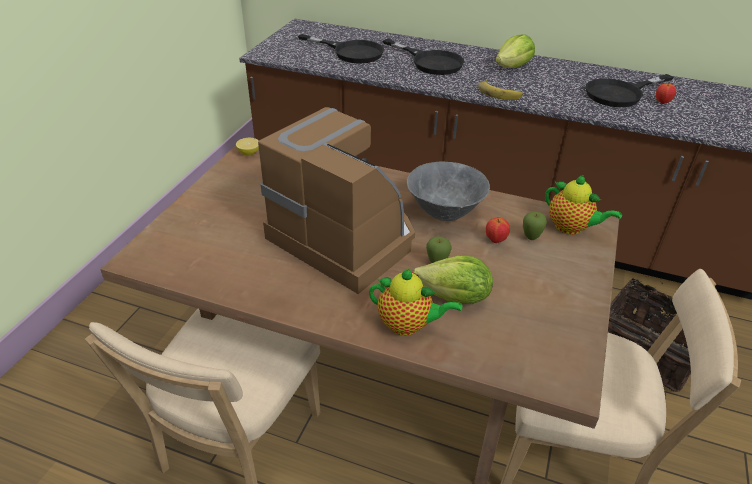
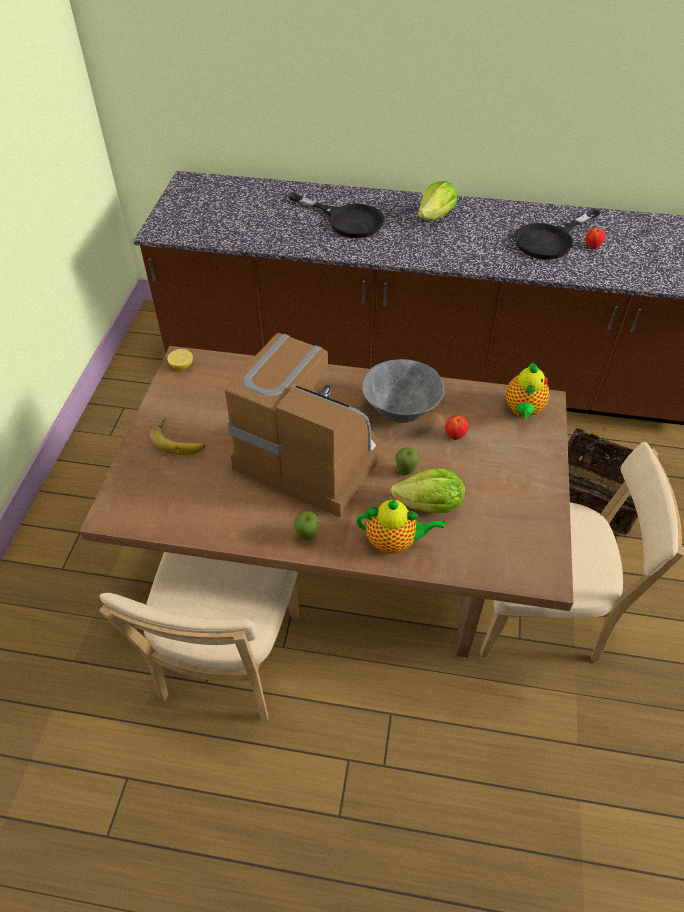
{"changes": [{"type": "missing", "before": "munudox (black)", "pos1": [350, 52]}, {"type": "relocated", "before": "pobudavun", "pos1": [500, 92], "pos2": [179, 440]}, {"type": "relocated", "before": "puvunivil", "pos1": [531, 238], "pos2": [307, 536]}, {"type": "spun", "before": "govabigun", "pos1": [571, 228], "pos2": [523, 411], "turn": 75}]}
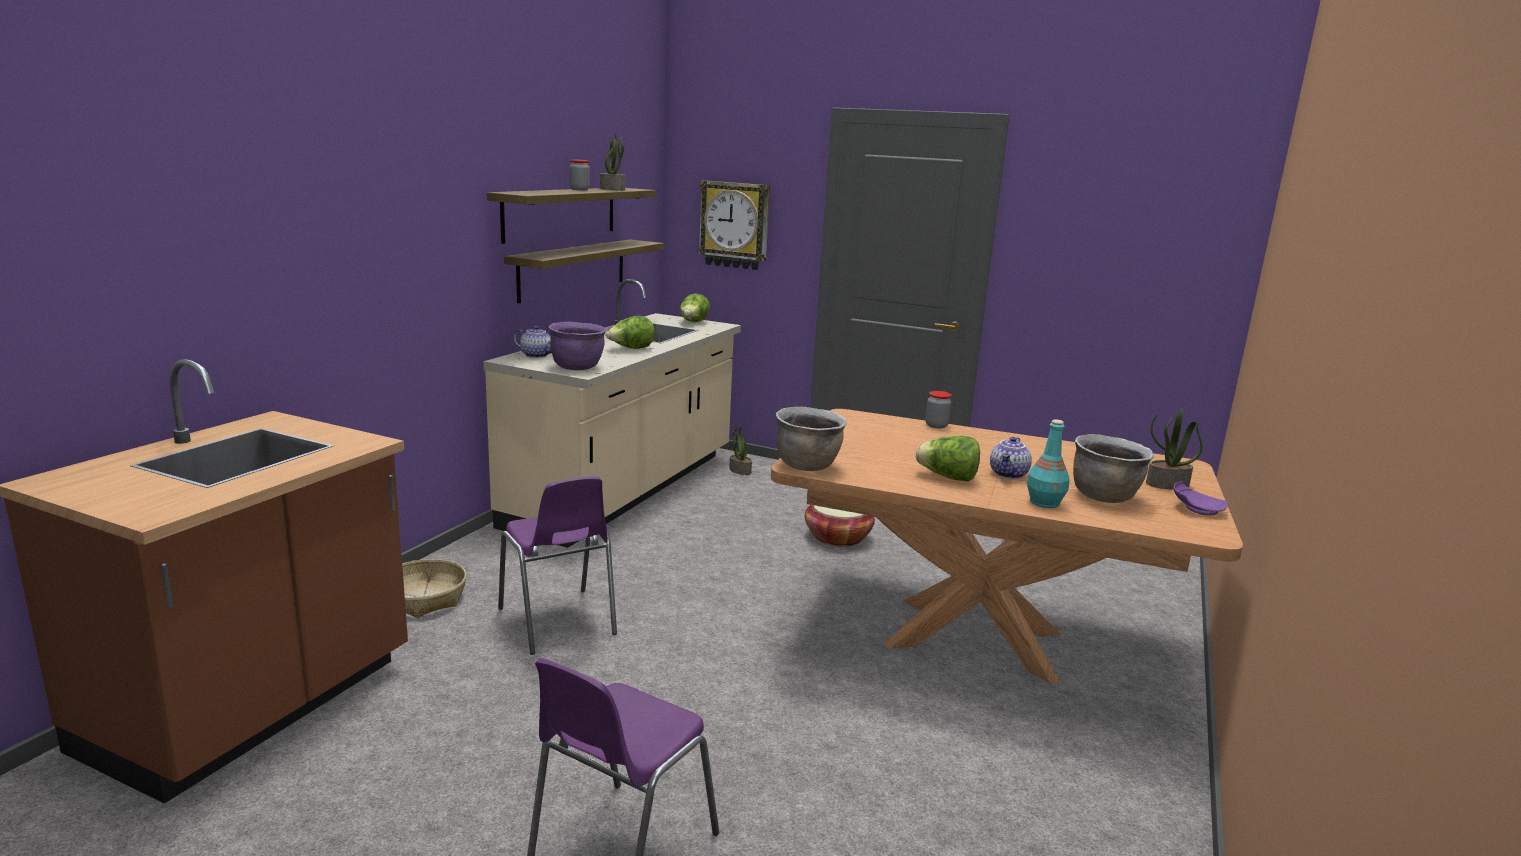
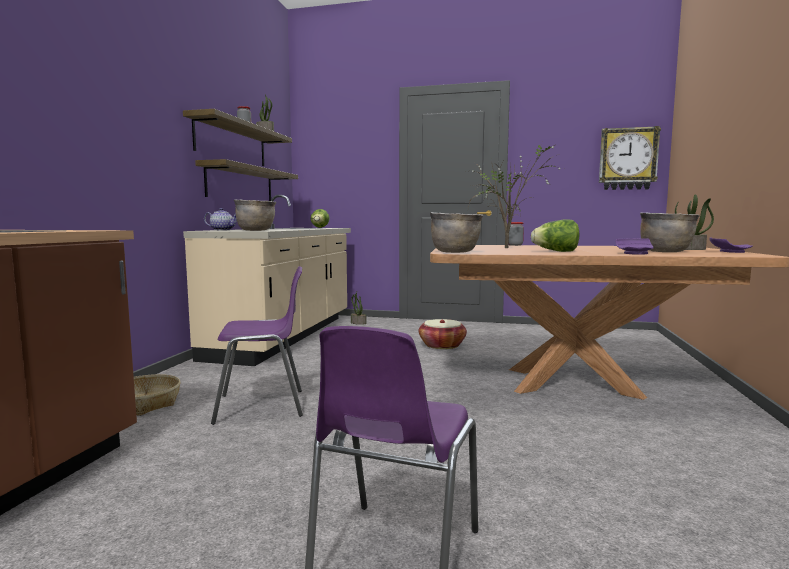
{"changes": [{"type": "spun", "before": "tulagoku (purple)", "pos1": [558, 623], "pos2": [263, 406], "turn": -60}, {"type": "colour", "before": "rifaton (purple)", "after": "rifaton (brown)", "pos1": [577, 367], "pos2": [256, 230]}, {"type": "missing", "before": "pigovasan", "pos1": [631, 349]}, {"type": "relocated", "before": "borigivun", "pos1": [735, 225], "pos2": [628, 159]}, {"type": "missing", "before": "govabigun", "pos1": [1009, 475]}, {"type": "exchanged", "before": "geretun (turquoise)", "after": "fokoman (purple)", "pos1": [1045, 502], "pos2": [635, 253]}, {"type": "appeared", "after": "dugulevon", "pos2": [510, 248]}]}
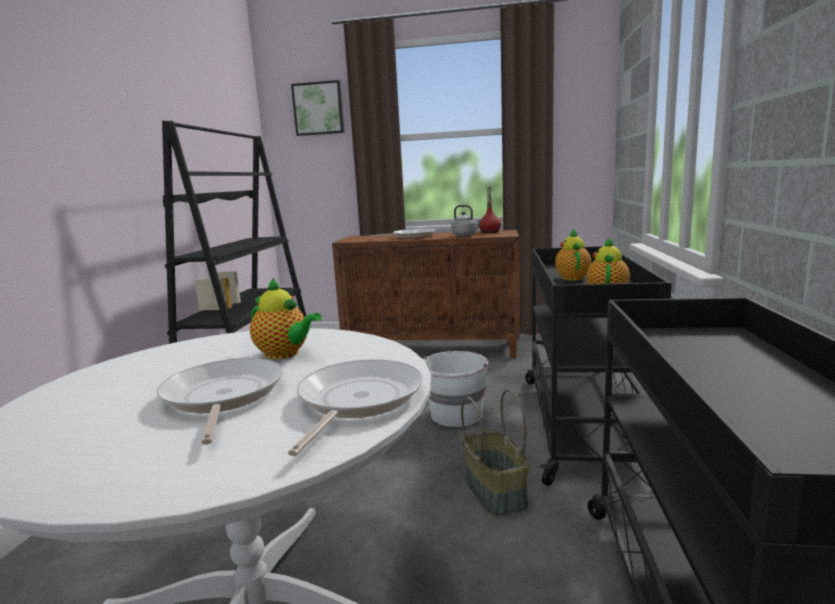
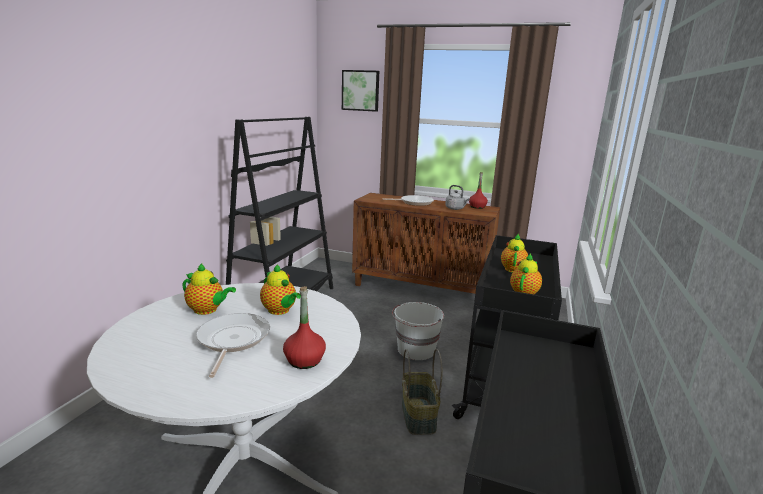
{"changes": [{"type": "exchanged", "before": "munudox", "after": "geretun (red)", "pos1": [357, 400], "pos2": [304, 360]}, {"type": "appeared", "after": "govabigun", "pos2": [207, 310]}]}
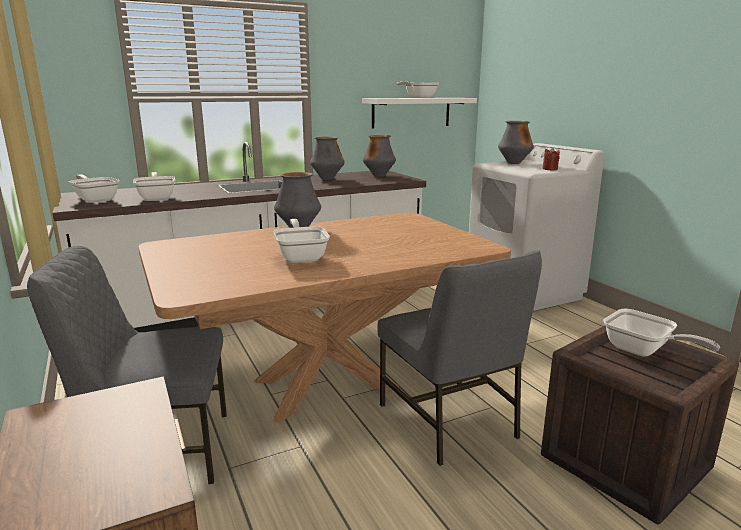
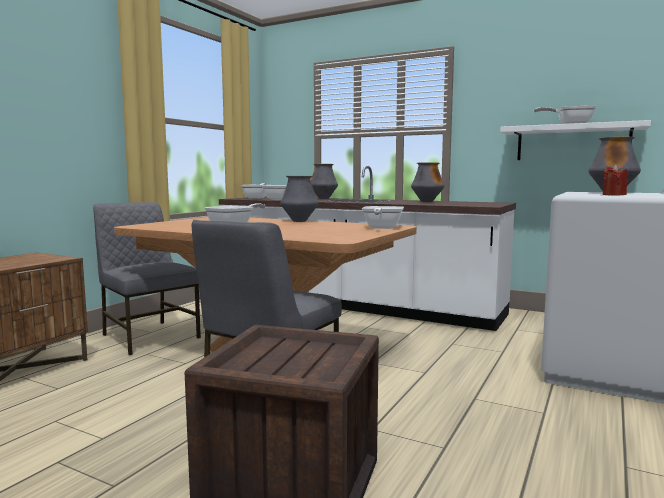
{"changes": [{"type": "relocated", "before": "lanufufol", "pos1": [379, 175], "pos2": [323, 198]}, {"type": "relocated", "before": "munudox", "pos1": [643, 351], "pos2": [381, 228]}]}
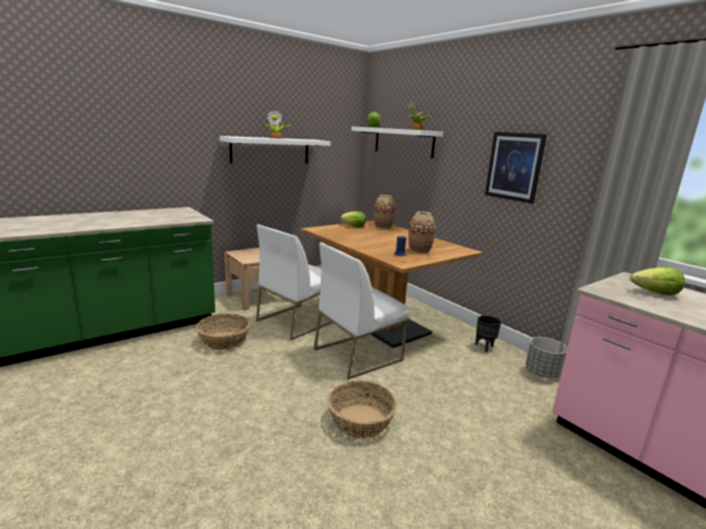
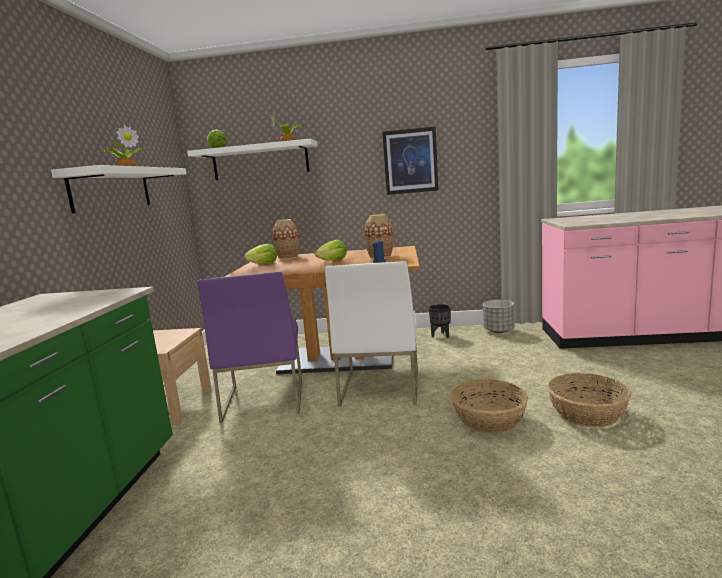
{"changes": [{"type": "relocated", "before": "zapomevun", "pos1": [224, 340], "pos2": [586, 413]}, {"type": "colour", "before": "tulagoku (white)", "after": "tulagoku (purple)", "pos1": [296, 321], "pos2": [263, 399]}, {"type": "relocated", "before": "pigovasan", "pos1": [655, 293], "pos2": [333, 261]}]}
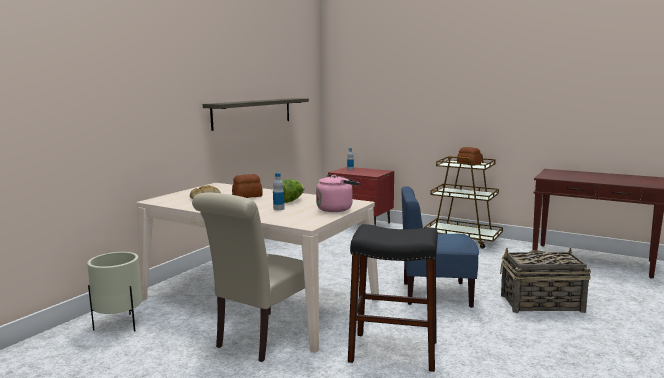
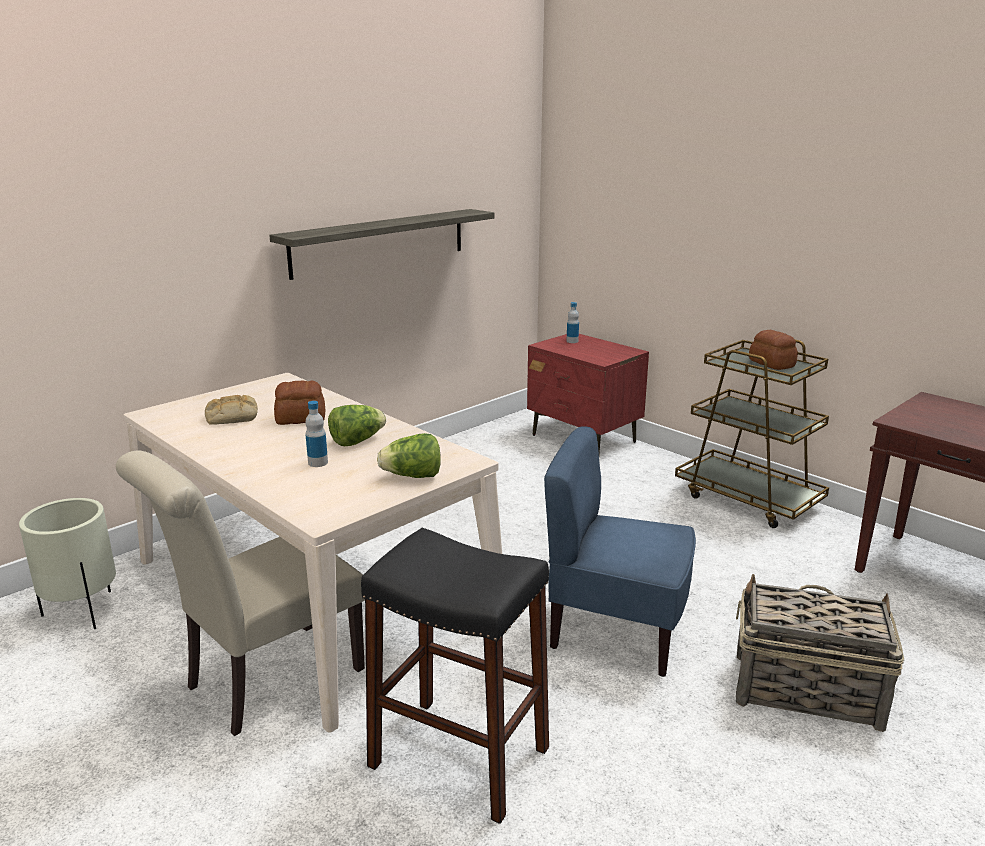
{"changes": [{"type": "exchanged", "before": "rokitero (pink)", "after": "pigovasan", "pos1": [336, 209], "pos2": [412, 476]}]}
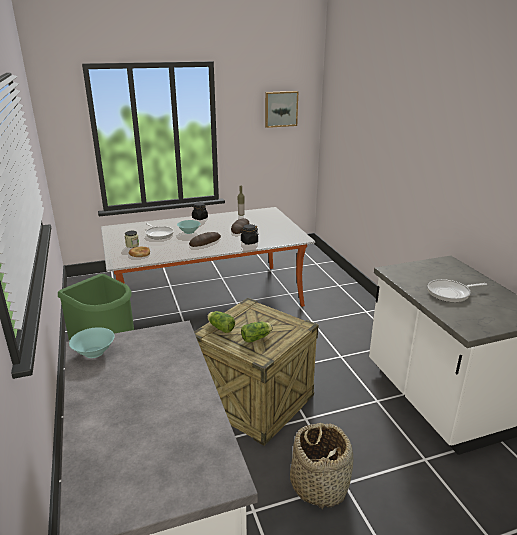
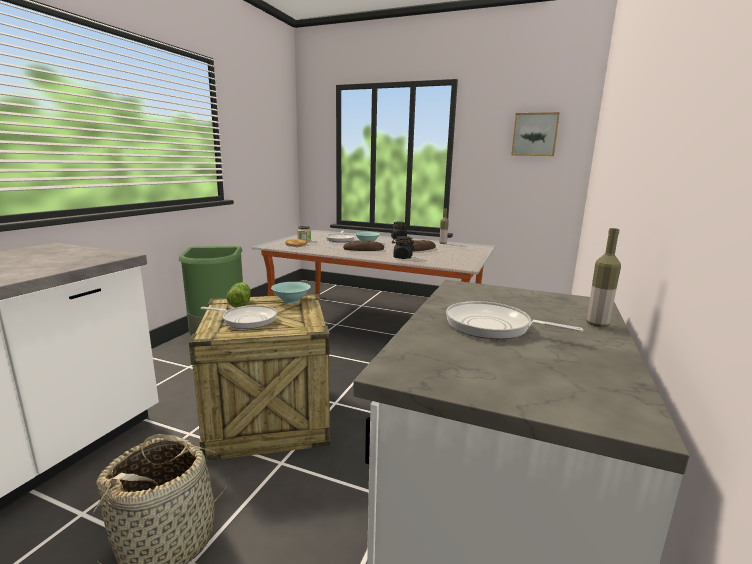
{"changes": [{"type": "relocated", "before": "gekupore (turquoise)", "pos1": [94, 352], "pos2": [291, 300]}, {"type": "exchanged", "before": "pigovasan", "after": "munudox", "pos1": [257, 338], "pos2": [247, 320]}, {"type": "appeared", "after": "geretun", "pos2": [597, 324]}]}
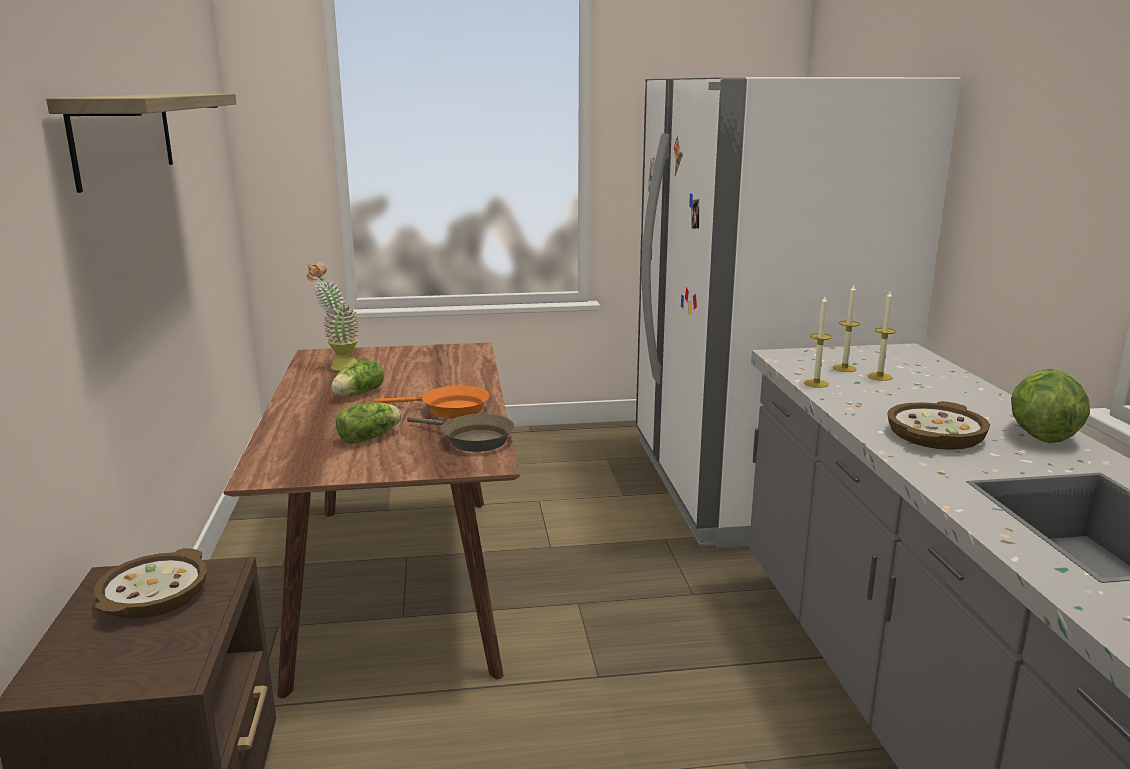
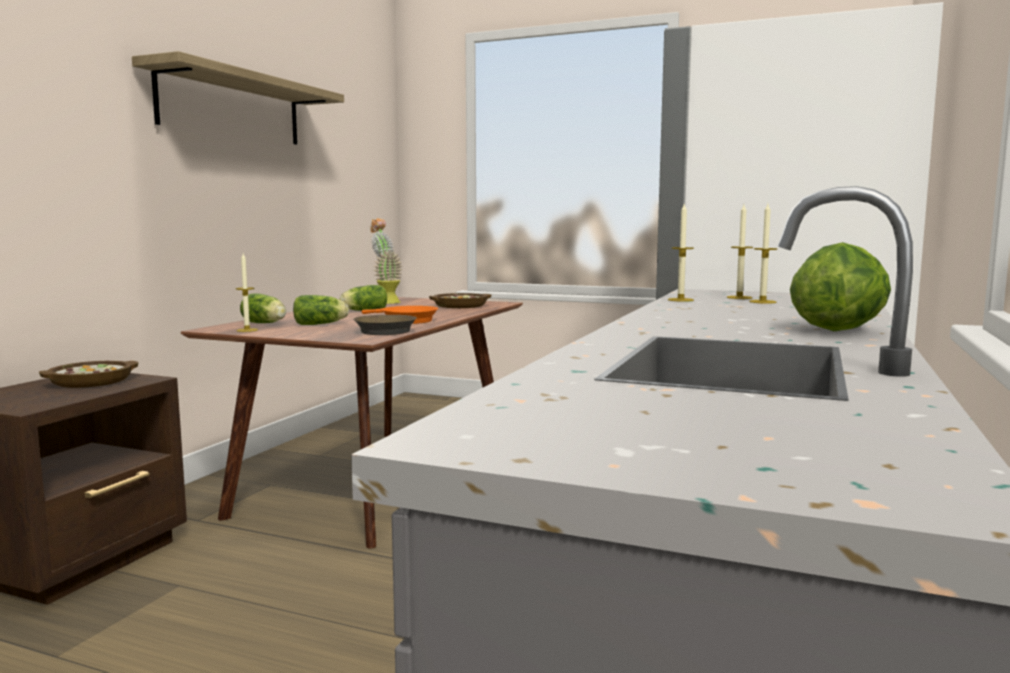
{"changes": [{"type": "relocated", "before": "gekupore", "pos1": [934, 435], "pos2": [460, 306]}, {"type": "appeared", "after": "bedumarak", "pos2": [247, 330]}, {"type": "appeared", "after": "pigovasan", "pos2": [265, 323]}]}
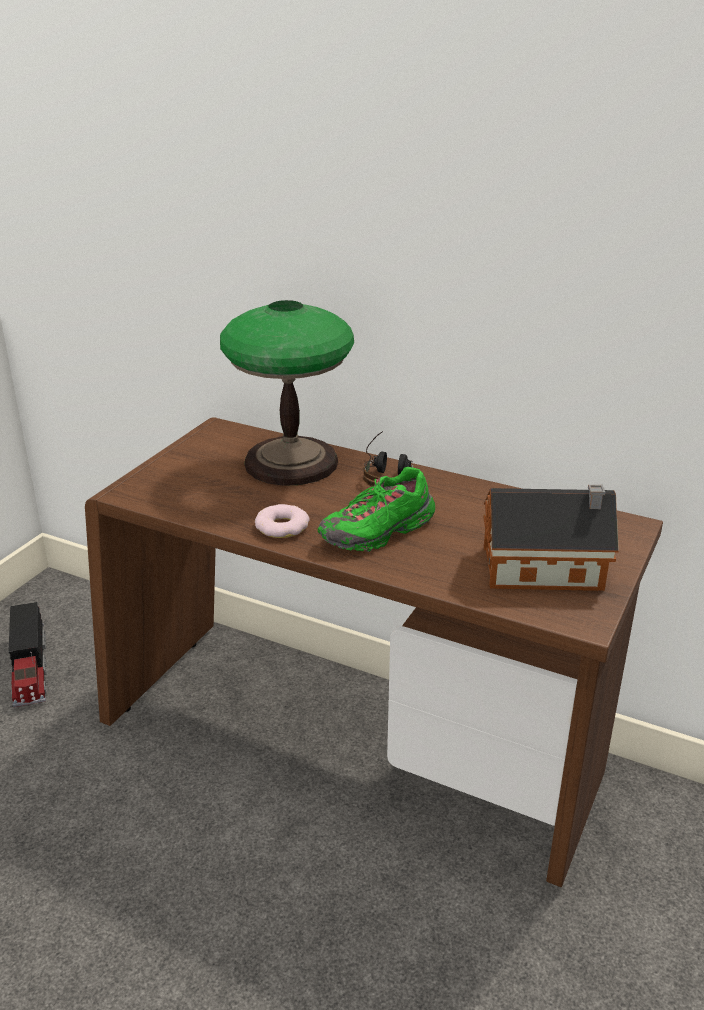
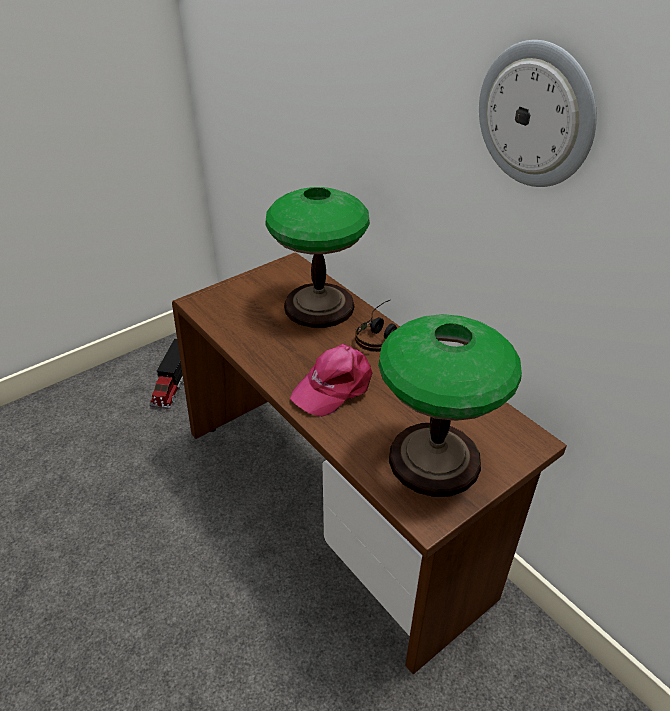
{"changes": [{"type": "missing", "before": "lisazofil", "pos1": [282, 526]}, {"type": "exchanged", "before": "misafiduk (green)", "after": "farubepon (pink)", "pos1": [378, 533], "pos2": [334, 386]}, {"type": "exchanged", "before": "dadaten", "after": "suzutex", "pos1": [548, 569], "pos2": [434, 460]}, {"type": "appeared", "after": "borigivun", "pos2": [536, 115]}]}
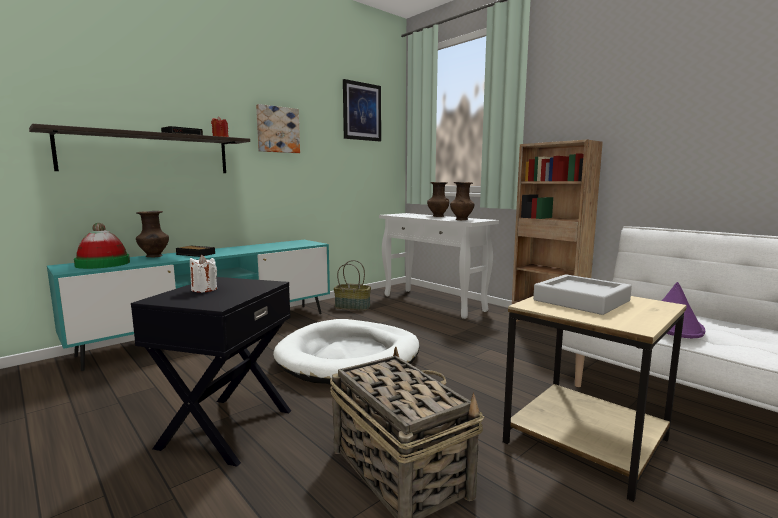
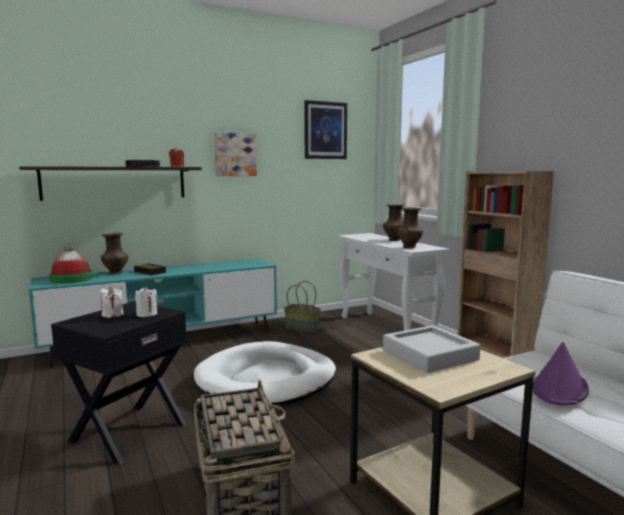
{"changes": [{"type": "appeared", "after": "bedumarak (white)", "pos2": [147, 314]}]}
